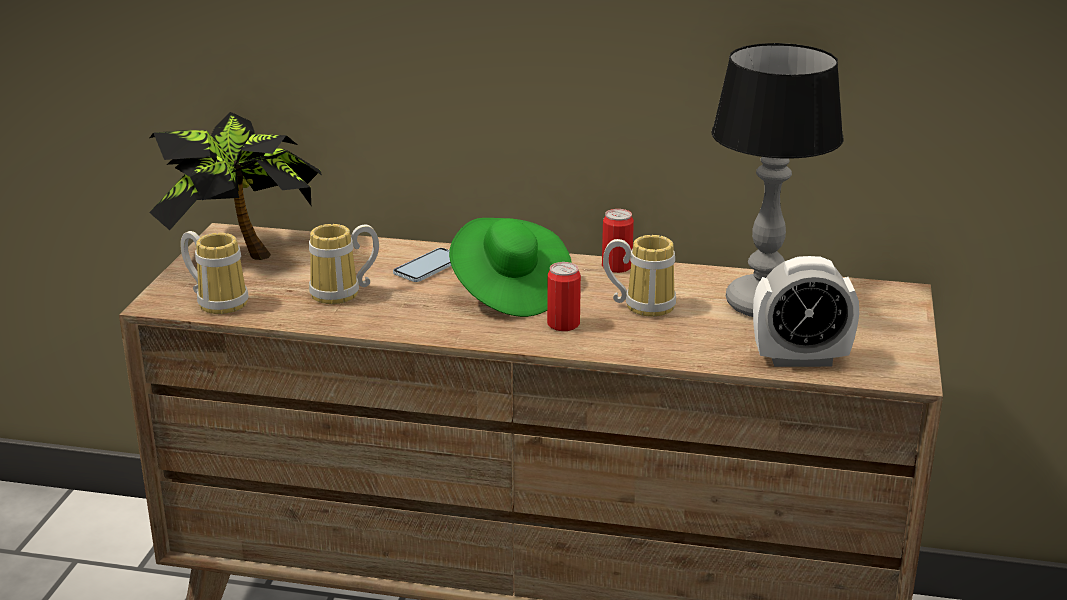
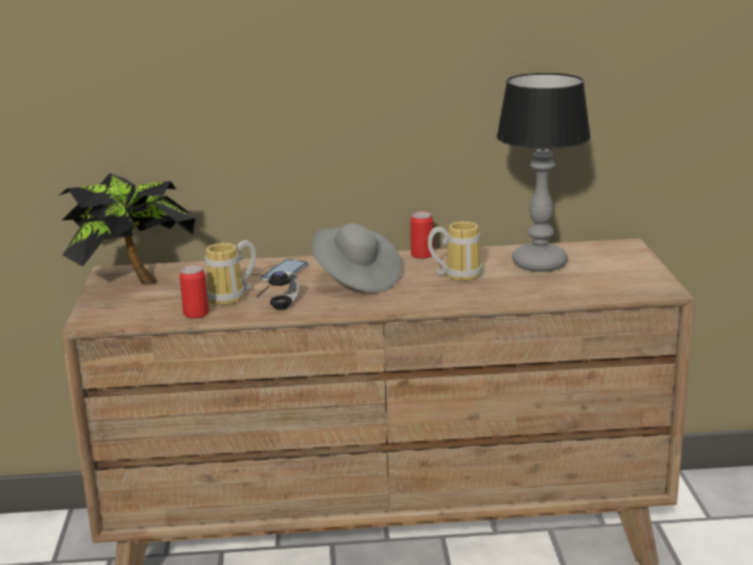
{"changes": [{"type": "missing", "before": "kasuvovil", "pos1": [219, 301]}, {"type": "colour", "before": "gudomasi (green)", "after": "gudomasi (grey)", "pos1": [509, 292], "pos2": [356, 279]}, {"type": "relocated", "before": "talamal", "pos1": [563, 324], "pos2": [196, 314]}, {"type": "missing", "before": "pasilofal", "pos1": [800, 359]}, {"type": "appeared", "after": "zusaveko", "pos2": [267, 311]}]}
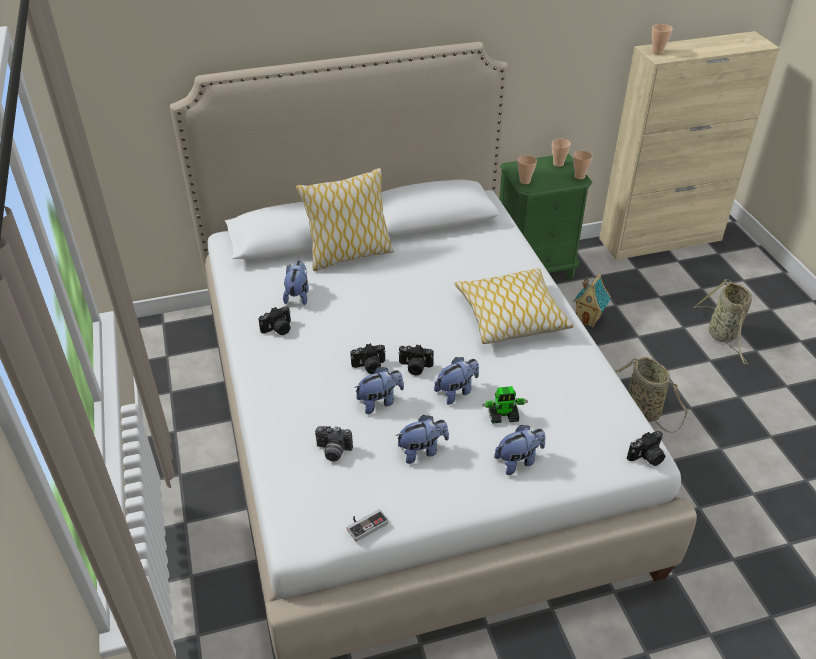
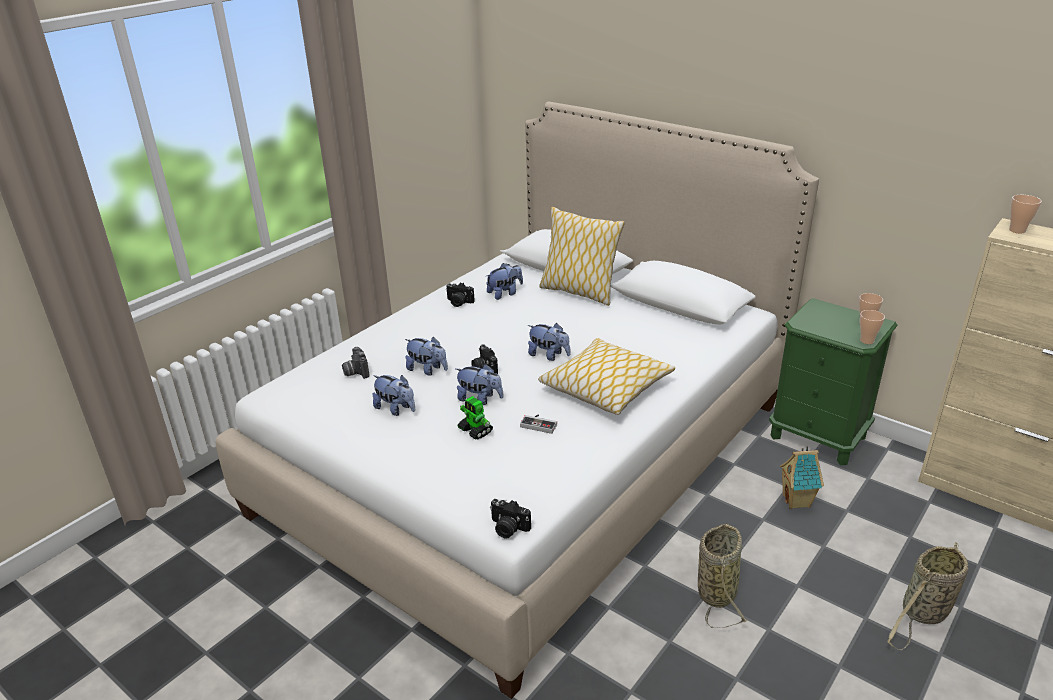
{"changes": [{"type": "relocated", "before": "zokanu", "pos1": [365, 524], "pos2": [539, 424]}, {"type": "missing", "before": "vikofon", "pos1": [369, 367]}, {"type": "relocated", "before": "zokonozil", "pos1": [518, 461], "pos2": [549, 355]}, {"type": "missing", "before": "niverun", "pos1": [524, 181]}]}
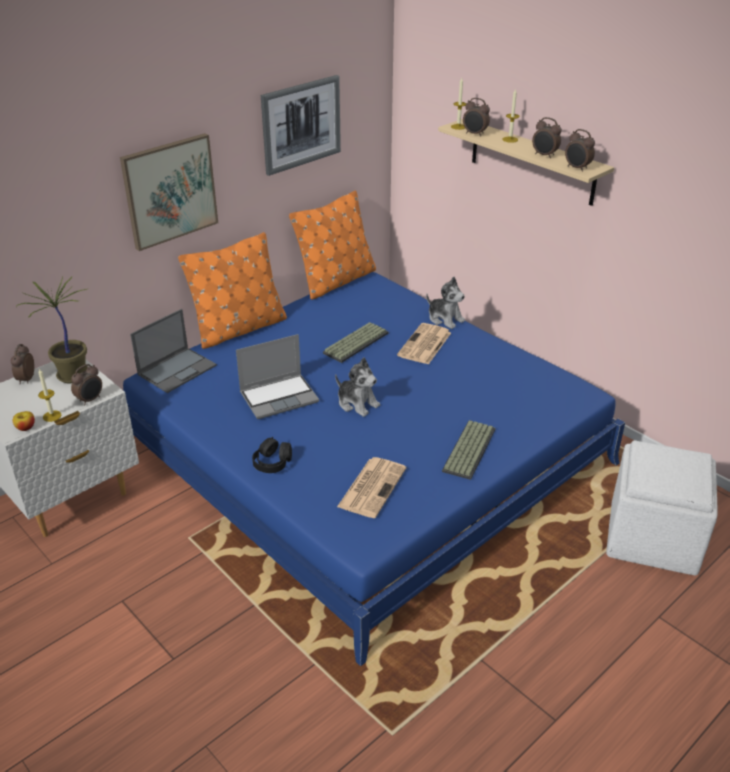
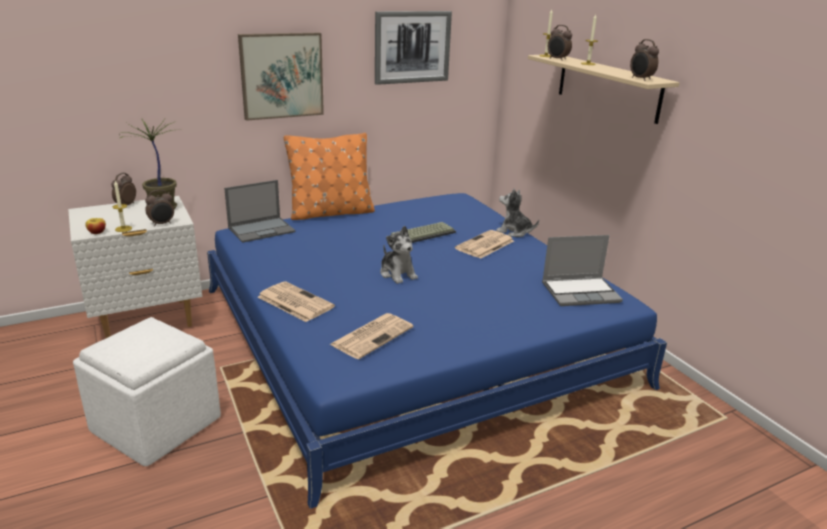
{"changes": [{"type": "relocated", "before": "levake", "pos1": [279, 397], "pos2": [581, 292]}, {"type": "exchanged", "before": "zusaveko (black)", "after": "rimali", "pos1": [272, 463], "pos2": [294, 302]}, {"type": "missing", "before": "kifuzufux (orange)", "pos1": [336, 281]}, {"type": "spun", "before": "zokonozil", "pos1": [445, 319], "pos2": [514, 232], "turn": 150}, {"type": "missing", "before": "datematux", "pos1": [468, 449]}, {"type": "missing", "before": "pasilofal", "pos1": [544, 155]}, {"type": "relocated", "before": "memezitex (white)", "pos1": [651, 536], "pos2": [156, 423]}]}
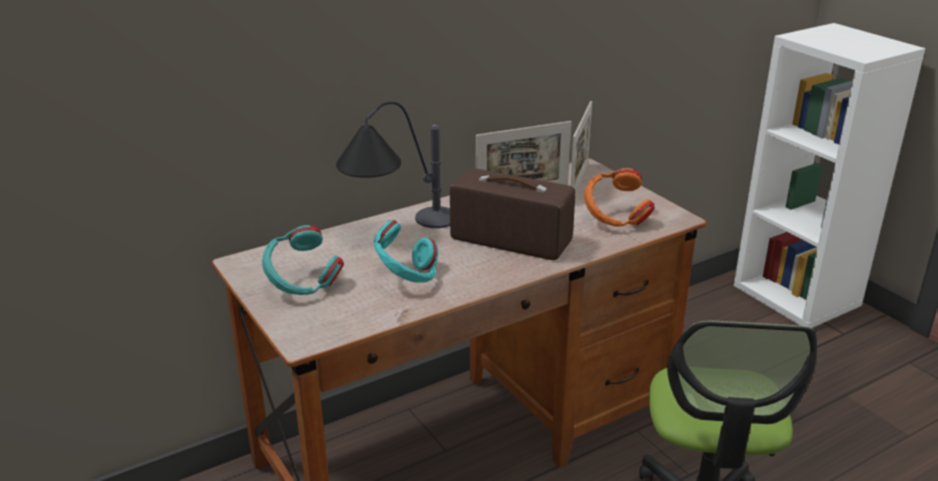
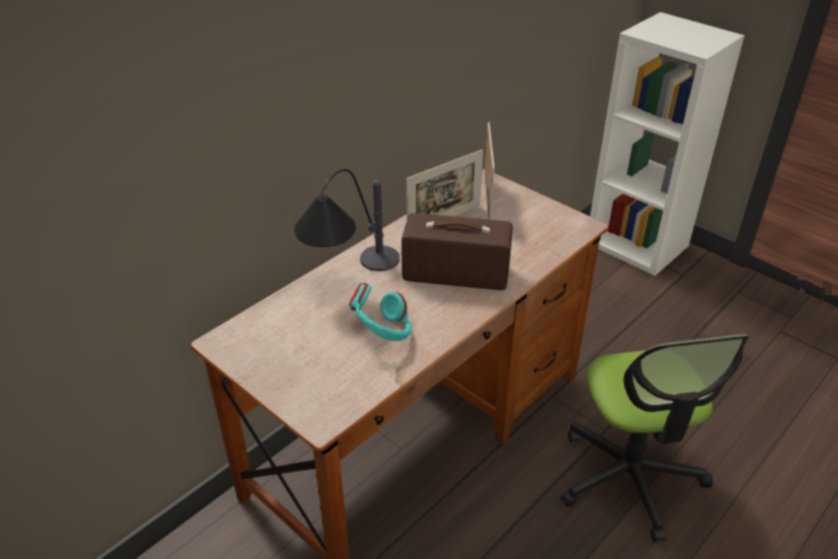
{"changes": [{"type": "missing", "before": "zusaveko (turquoise)", "pos1": [303, 286]}, {"type": "missing", "before": "zusaveko (orange)", "pos1": [615, 220]}]}
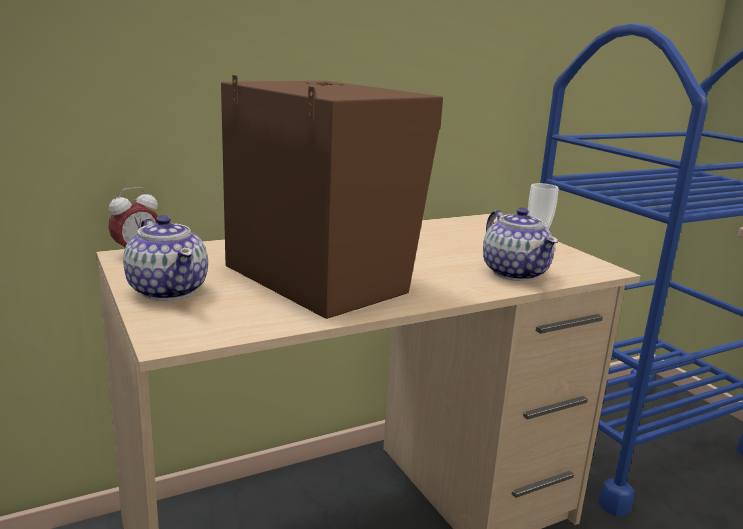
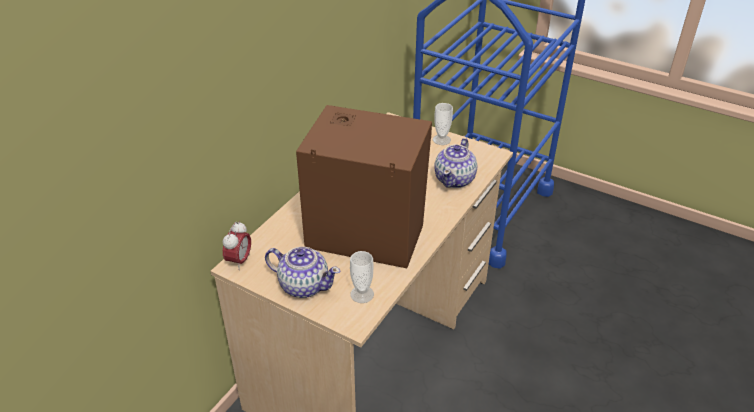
{"changes": [{"type": "spun", "before": "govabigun", "pos1": [515, 272], "pos2": [455, 179], "turn": 75}, {"type": "appeared", "after": "niverun", "pos2": [362, 294]}]}
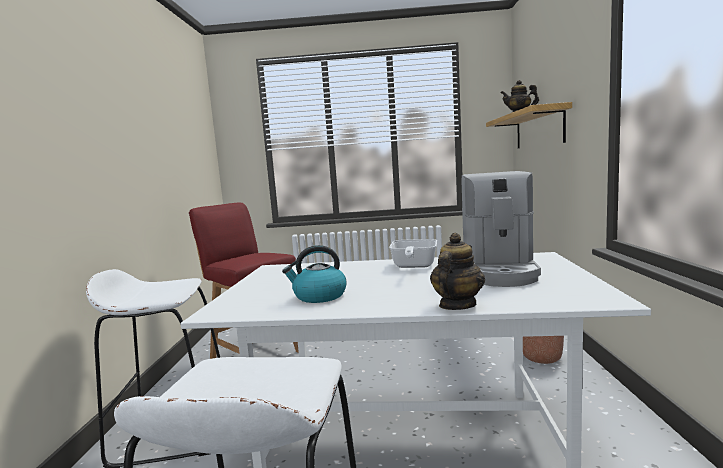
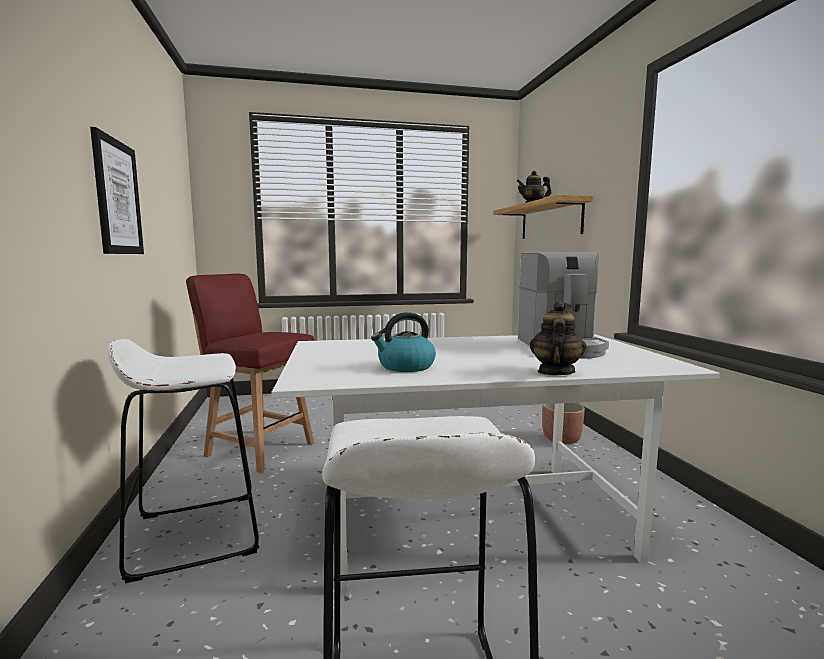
{"changes": [{"type": "missing", "before": "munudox", "pos1": [413, 266]}, {"type": "appeared", "after": "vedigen", "pos2": [117, 197]}]}
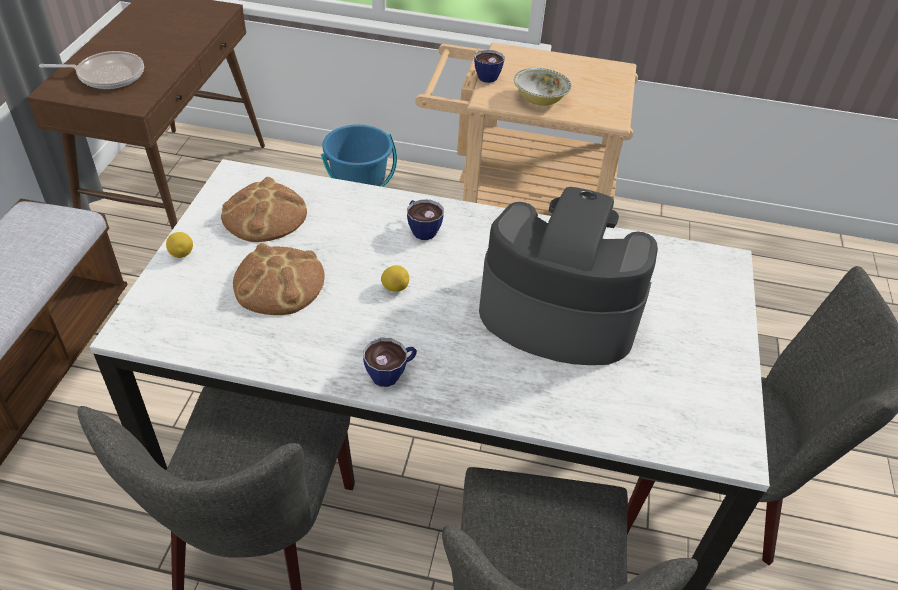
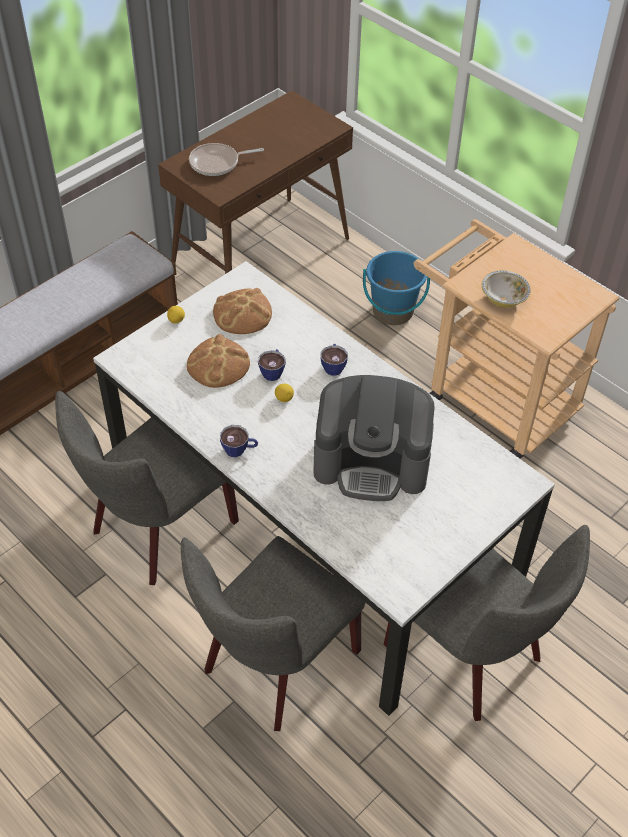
{"changes": [{"type": "spun", "before": "munudox", "pos1": [107, 75], "pos2": [217, 163], "turn": 135}, {"type": "relocated", "before": "niverun", "pos1": [486, 75], "pos2": [273, 371]}, {"type": "spun", "before": "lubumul", "pos1": [558, 312], "pos2": [372, 461], "turn": 135}]}
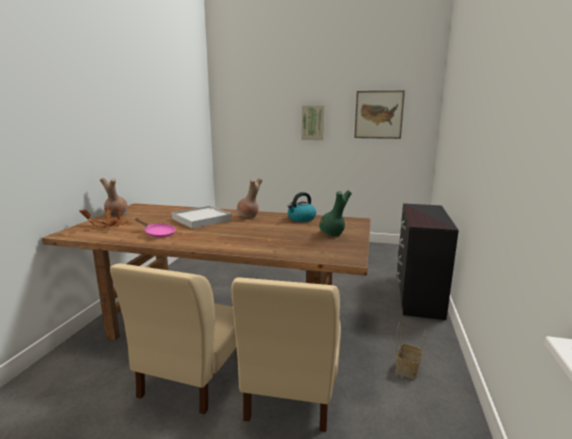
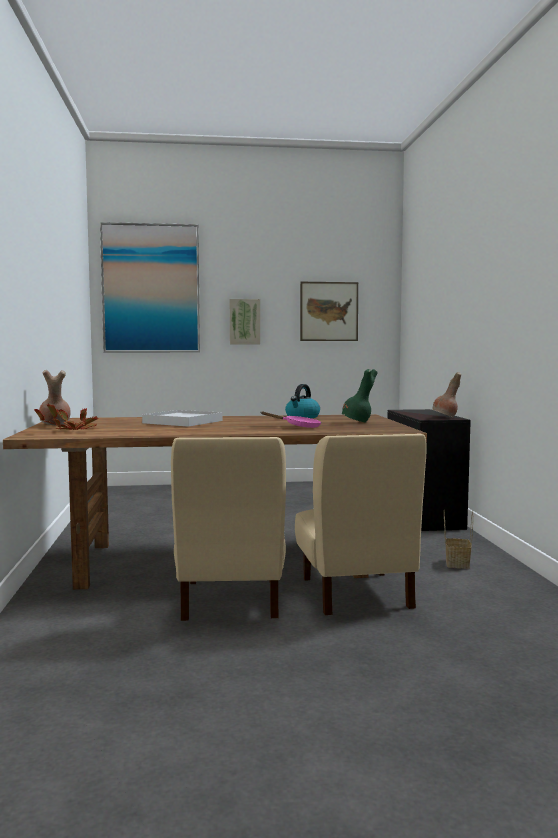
{"changes": [{"type": "relocated", "before": "munudox (pink)", "pos1": [157, 234], "pos2": [299, 426]}, {"type": "relocated", "before": "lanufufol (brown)", "pos1": [248, 217], "pos2": [445, 417]}, {"type": "appeared", "after": "vedigen", "pos2": [151, 288]}]}
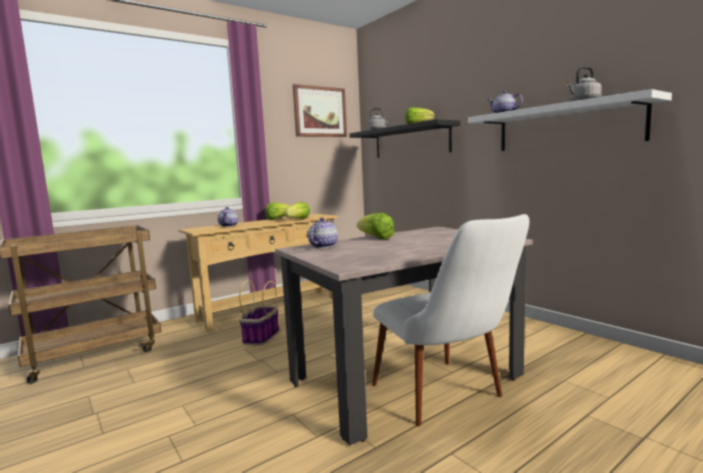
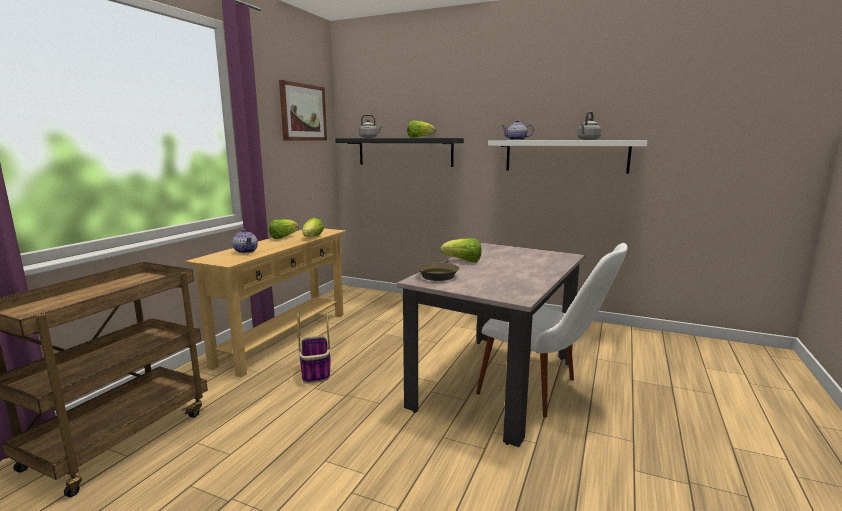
{"changes": [{"type": "exchanged", "before": "govabigun", "after": "munudox (brown)", "pos1": [323, 246], "pos2": [438, 275]}]}
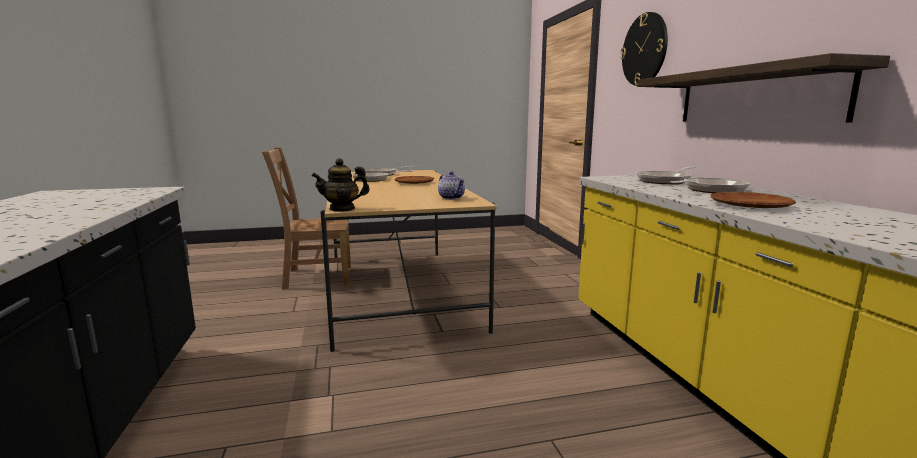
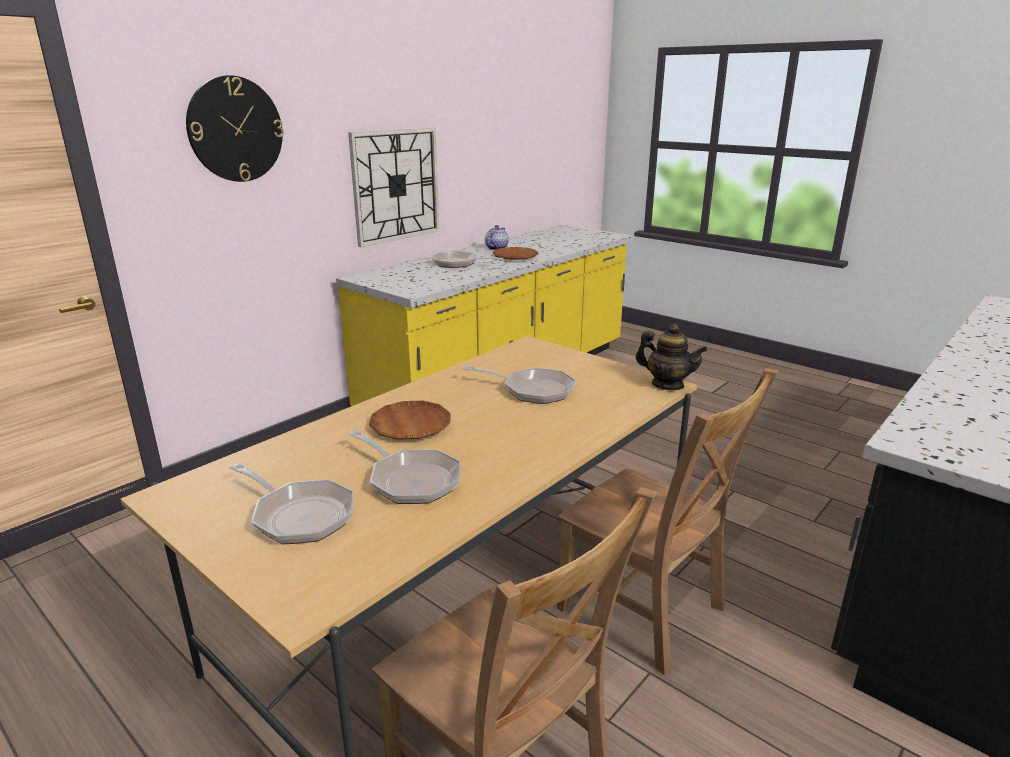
{"changes": [{"type": "relocated", "before": "govabigun", "pos1": [452, 198], "pos2": [496, 248]}, {"type": "relocated", "before": "munudox", "pos1": [665, 181], "pos2": [532, 390]}, {"type": "exchanged", "before": "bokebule", "after": "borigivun", "pos1": [755, 96], "pos2": [396, 185]}, {"type": "appeared", "after": "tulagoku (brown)", "pos2": [646, 612]}]}
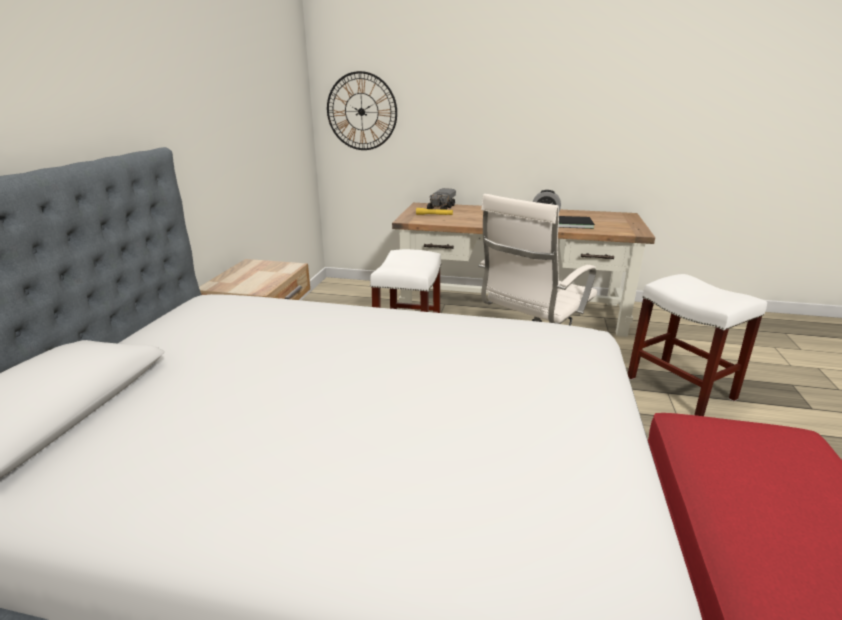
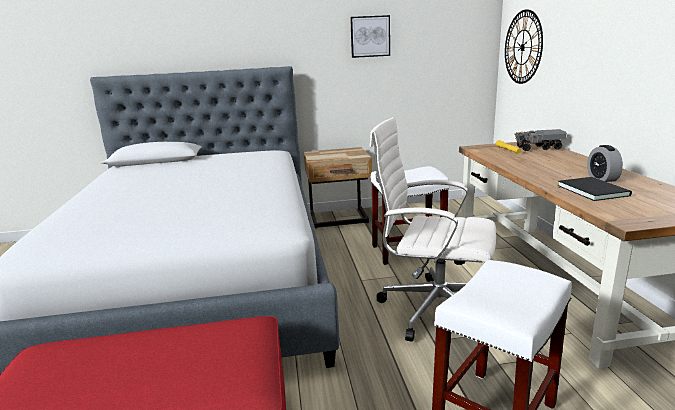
{"changes": [{"type": "appeared", "after": "vedigen", "pos2": [370, 36]}]}
